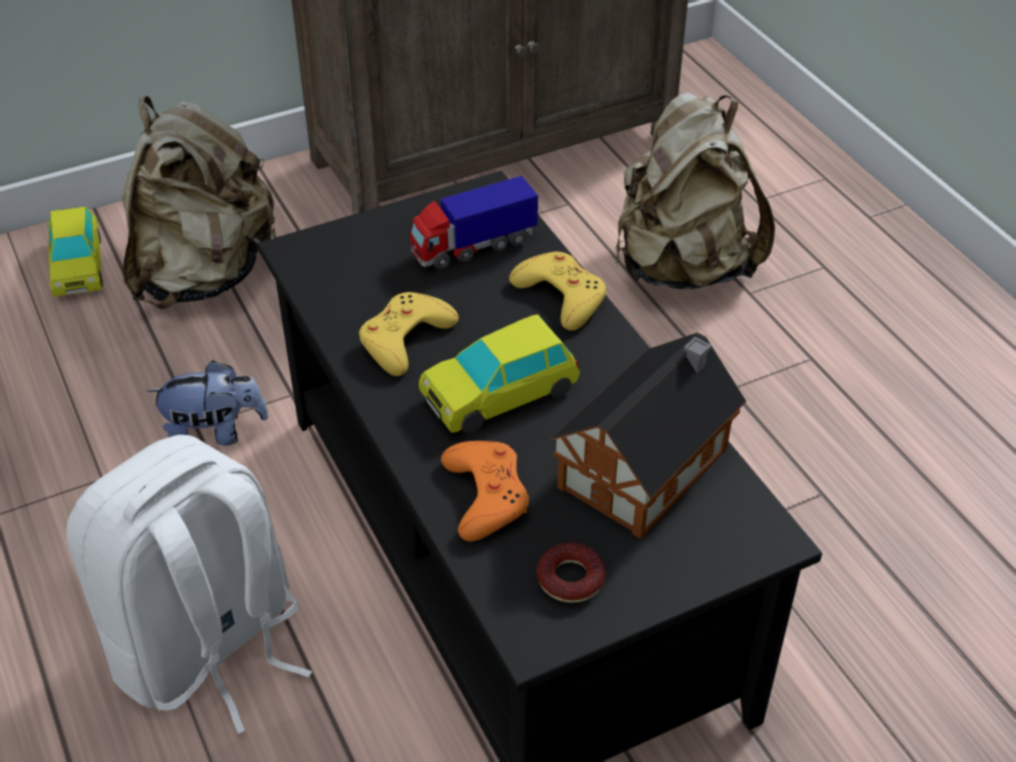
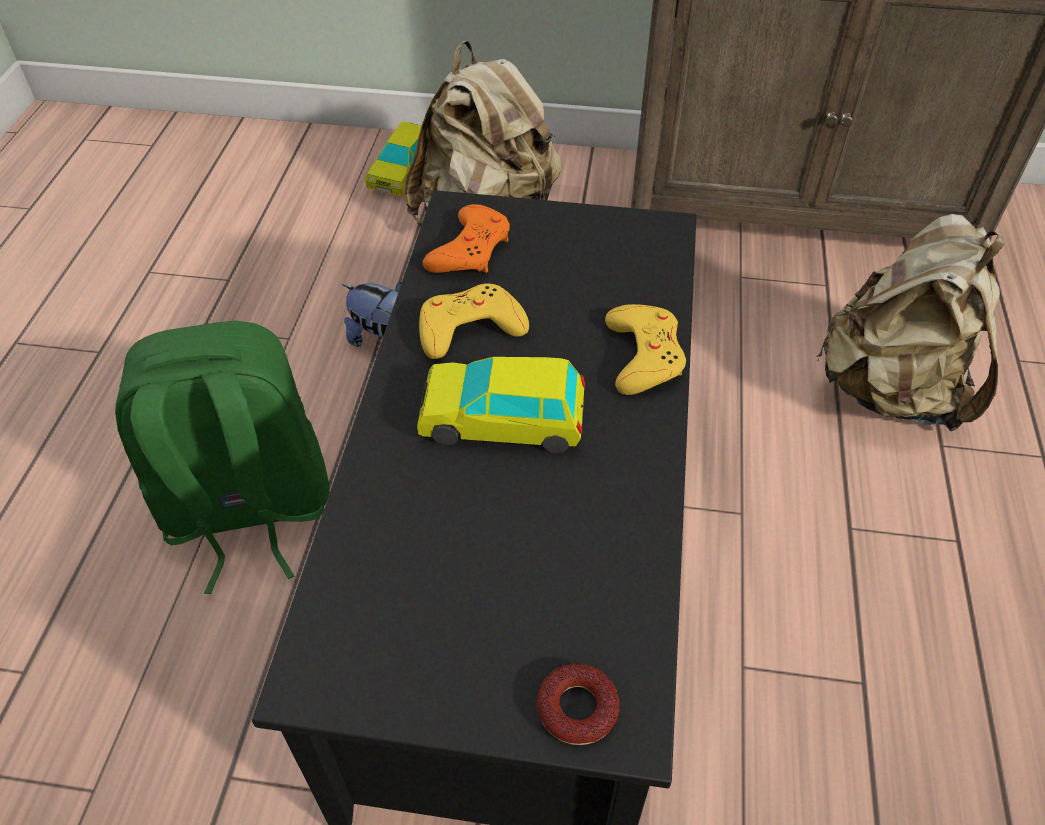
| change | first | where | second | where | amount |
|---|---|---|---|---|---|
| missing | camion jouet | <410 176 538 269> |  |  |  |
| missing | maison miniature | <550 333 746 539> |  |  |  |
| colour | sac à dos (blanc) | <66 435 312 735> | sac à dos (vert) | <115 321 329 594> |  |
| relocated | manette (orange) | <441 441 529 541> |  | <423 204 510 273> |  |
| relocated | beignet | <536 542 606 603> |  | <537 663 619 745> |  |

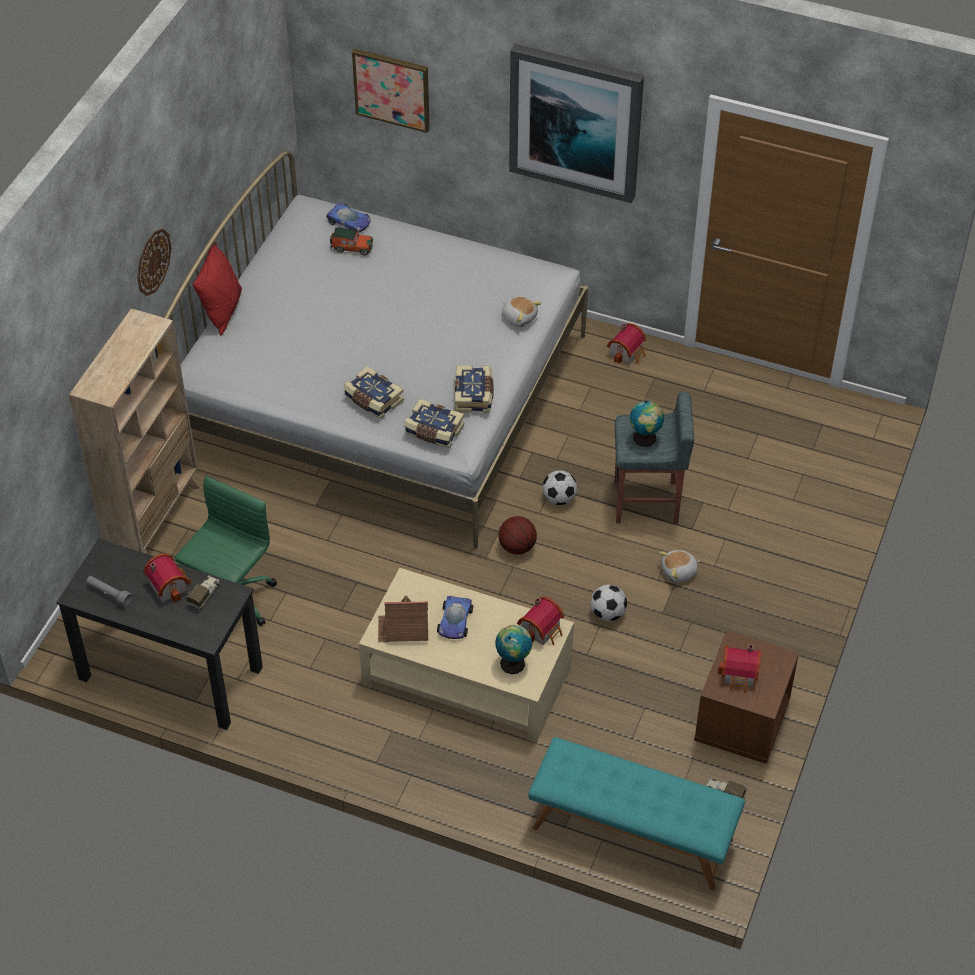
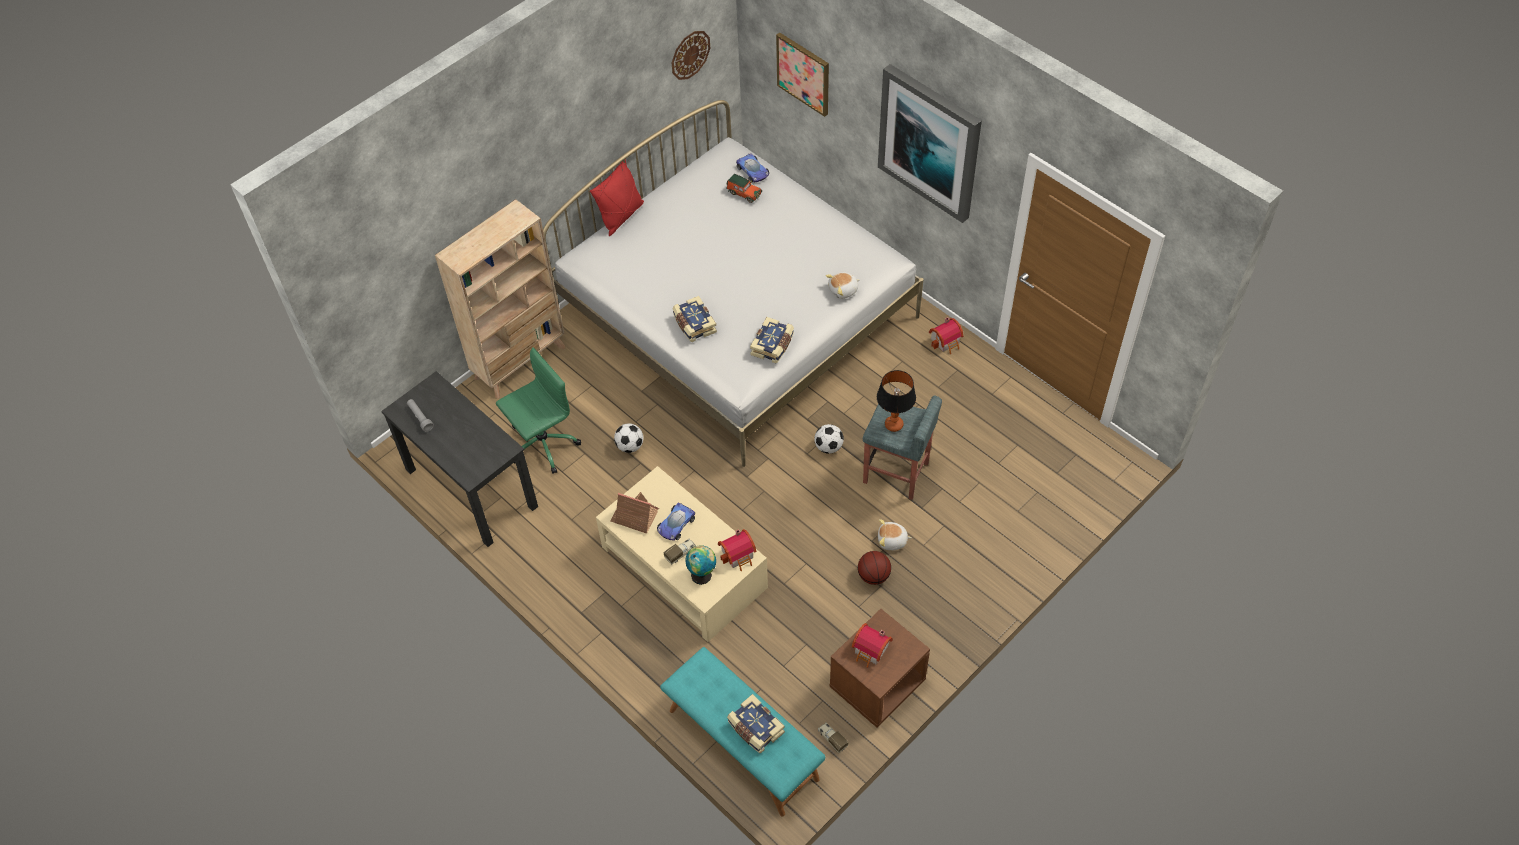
| change | first | where | second | where | amount |
|---|---|---|---|---|---|
| relocated | horloge murale | <137 229 171 296> |  | <672 31 710 80> |  |
| spun | peluche | <502 296 542 327> |  | <826 272 860 299> | 90 degrees clockwise |
| relocated | livre | <404 399 464 448> |  | <727 694 785 753> |  |
| exchanged | globe | <630 400 664 447> | lampe de table | <877 370 916 432> |  |
| relocated | ballon de basket | <498 516 537 555> |  | <858 551 891 585> |  |
| missing | maison miniature | <144 553 192 603> |  |  |  |
| relocated | camion jouet | <186 575 220 609> |  | <664 538 695 564> |  |
| relocated | ballon de foot | <590 585 627 621> |  | <614 423 644 453> |  |

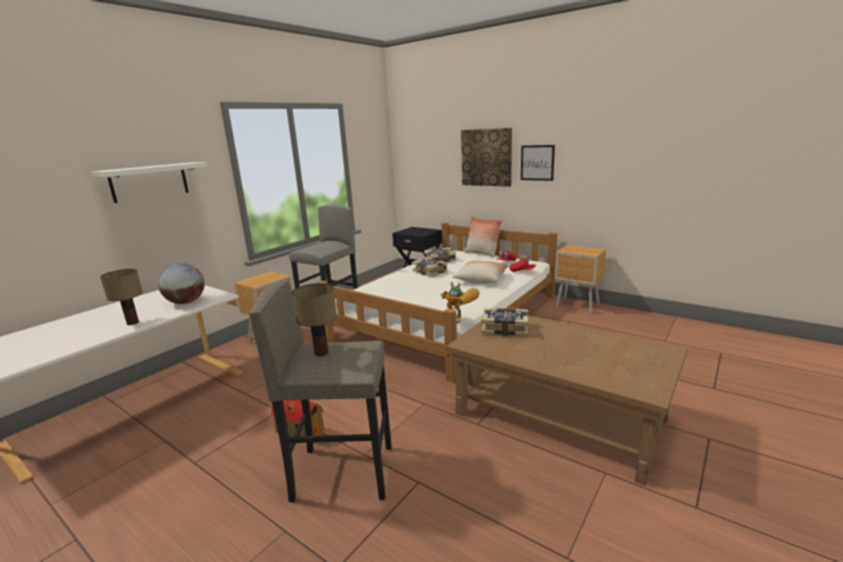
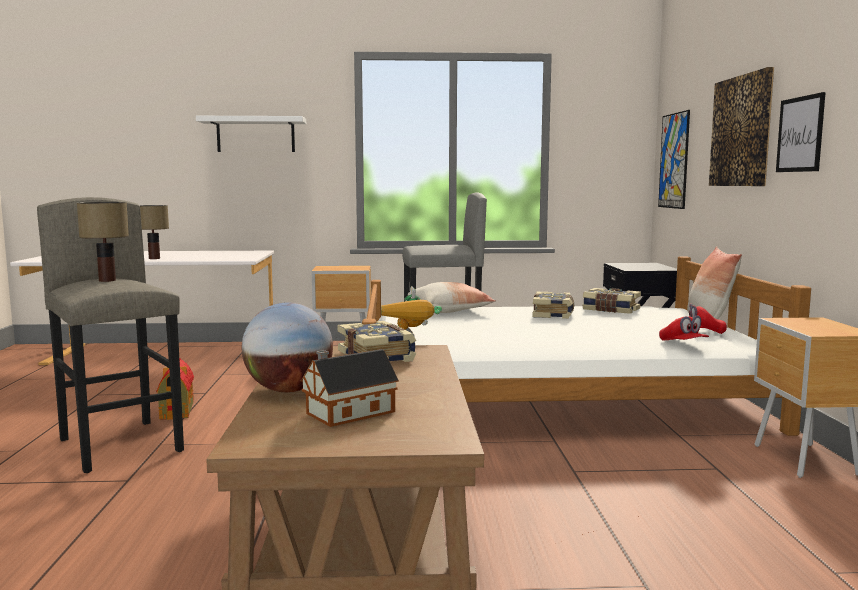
| change | first | where | second | where | amount |
|---|---|---|---|---|---|
| relocated | coussin | <452 261 509 284> |  | <408 282 496 313> |  |
| relocated | globe | <158 263 205 304> |  | <242 302 333 392> |  |
| appeared |  |  | tableau | <658 110 690 209> |  |
| appeared |  |  | maison miniature | <300 349 399 427> |  |

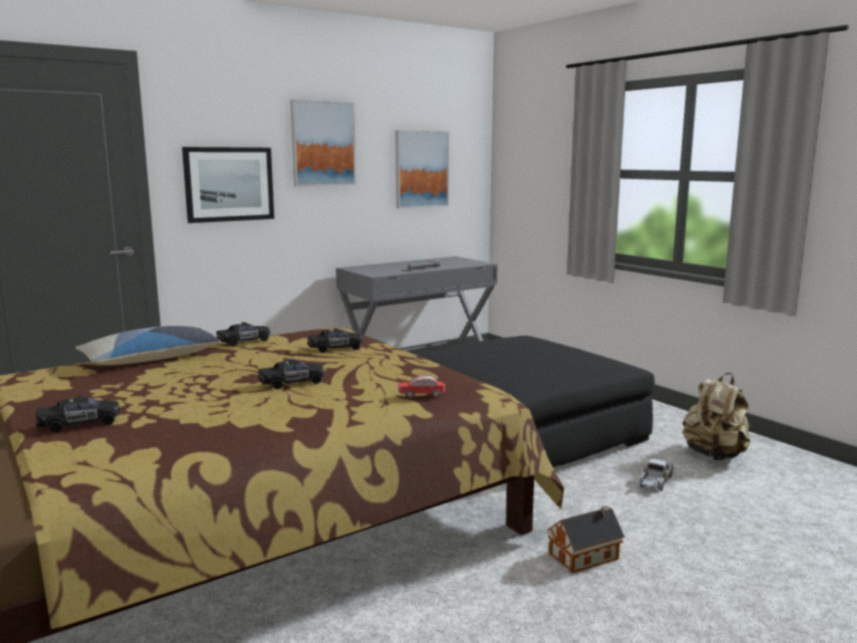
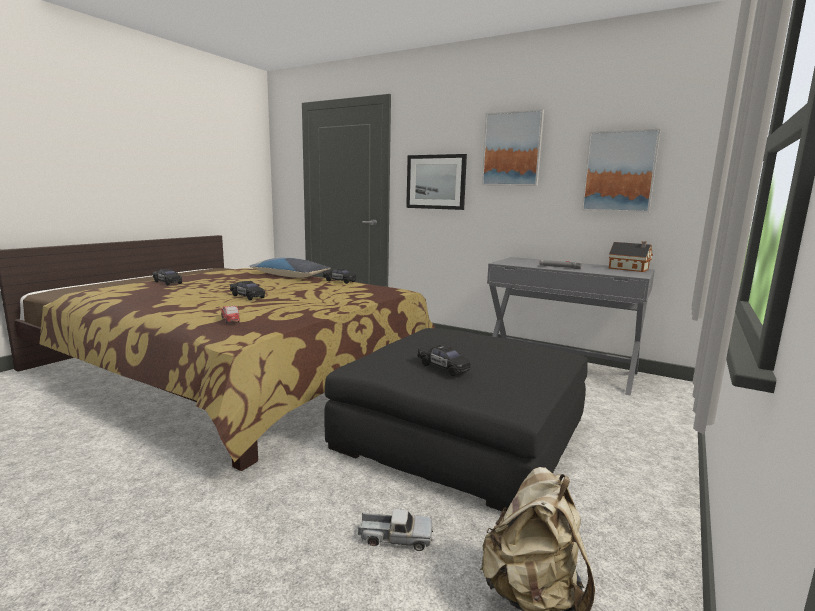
| change | first | where | second | where | amount |
|---|---|---|---|---|---|
| relocated | petite voiture (noir) | <307 328 363 353> |  | <417 345 471 376> |  |
| relocated | maison miniature | <547 506 625 573> |  | <609 241 653 272> |  |

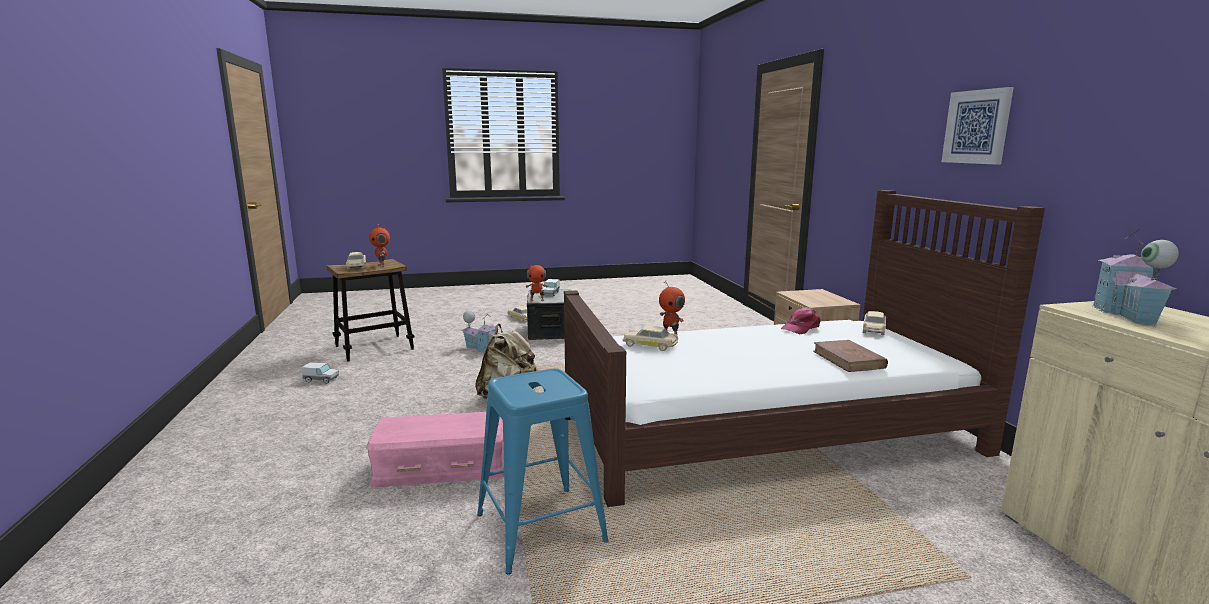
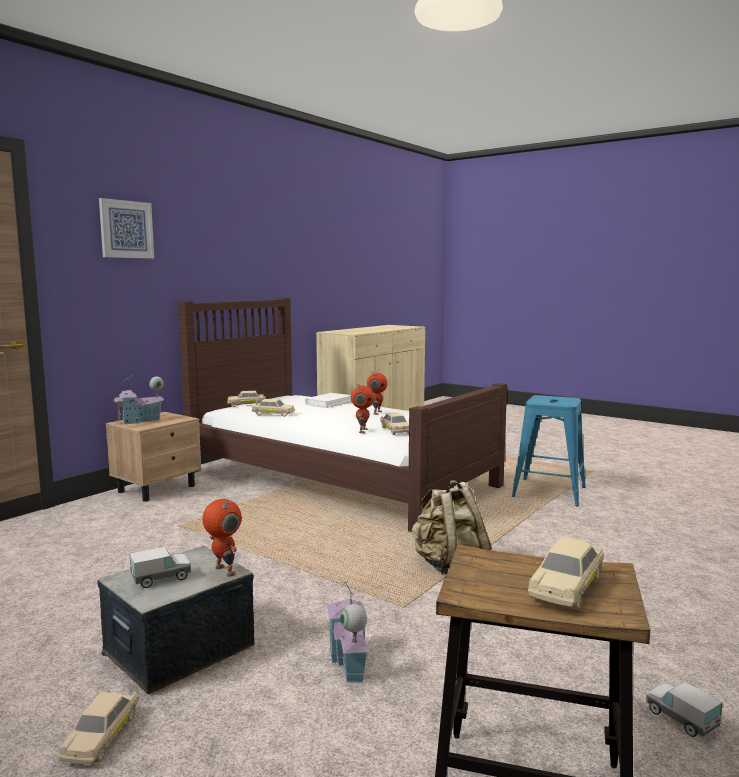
| change | first | where | second | where | amount |
|---|---|---|---|---|---|
| relocated | tableau | <941 87 1014 165> |  | <99 198 154 258> |  |
| relocated | robot jouet | <369 224 390 268> |  | <367 371 387 415> |  |
| relocated | maison miniature | <1093 229 1179 325> |  | <114 375 164 424> |  |
| exchanged | casquette (rose) | <781 307 821 335> | petite voiture (beige) | <252 399 295 417> |  |
| colour | livre (marron) | <813 340 888 372> | livre (blanc) | <305 393 352 408> |  |
| missing | boîte de rangement (rose) | <366 412 504 488> |  |  |  |

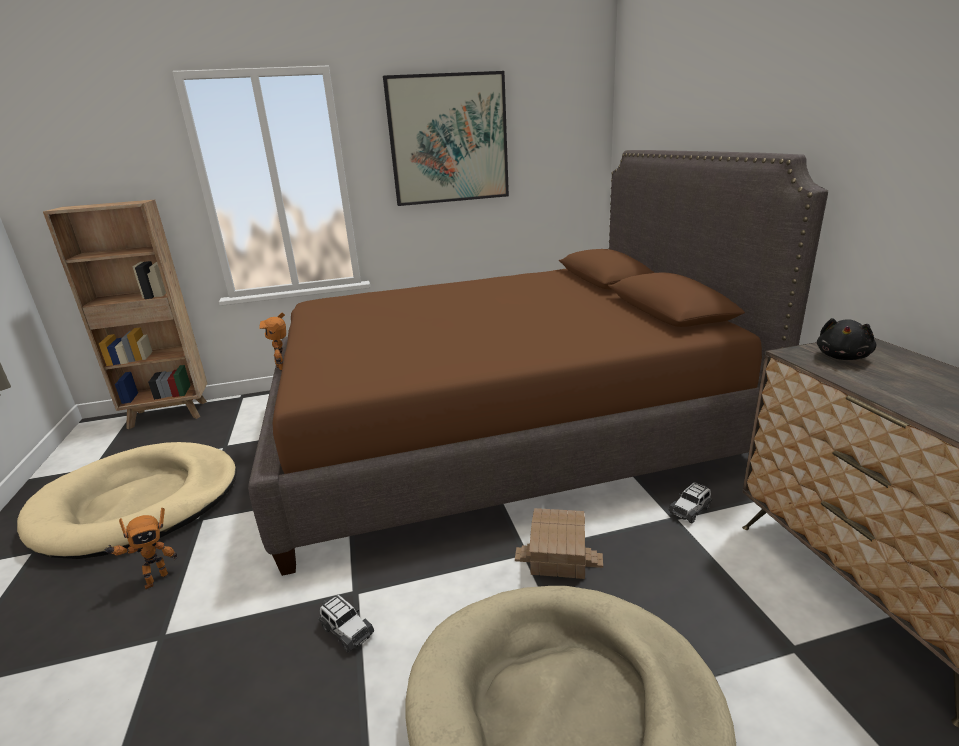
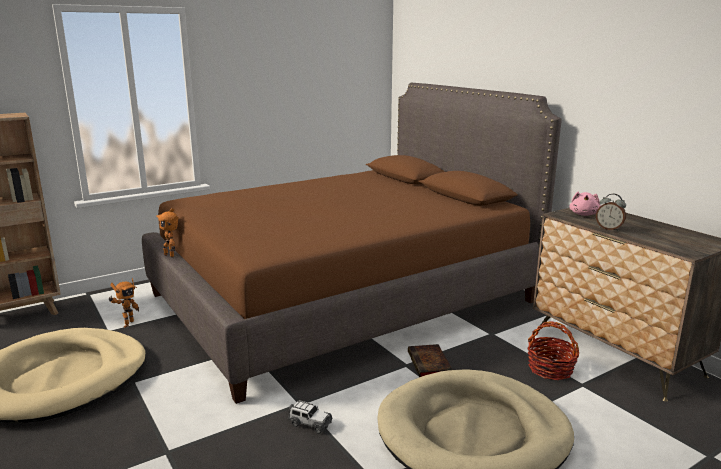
| change | first | where | second | where | amount |
|---|---|---|---|---|---|
| missing | tableau | <383 71 509 206> |  |  |  |
| colour | peluche (noir) | <817 318 876 360> | peluche (rose) | <569 192 600 216> |  |
| missing | petite voiture | <668 482 712 523> |  |  |  |
| relocated | robot jouet | <103 508 177 589> |  | <108 278 139 328> |  |
| exchanged | maison miniature | <515 508 603 579> | livre | <408 344 453 377> |  |
| appeared |  |  | réveil | <596 194 626 231> |  |
| appeared |  |  | panier | <527 321 579 380> |  |

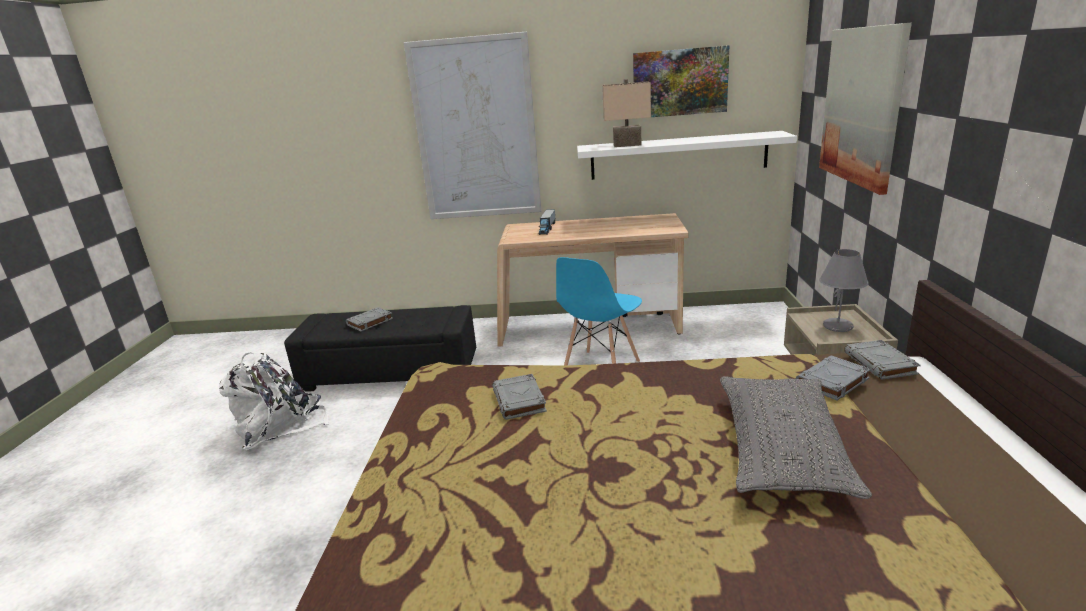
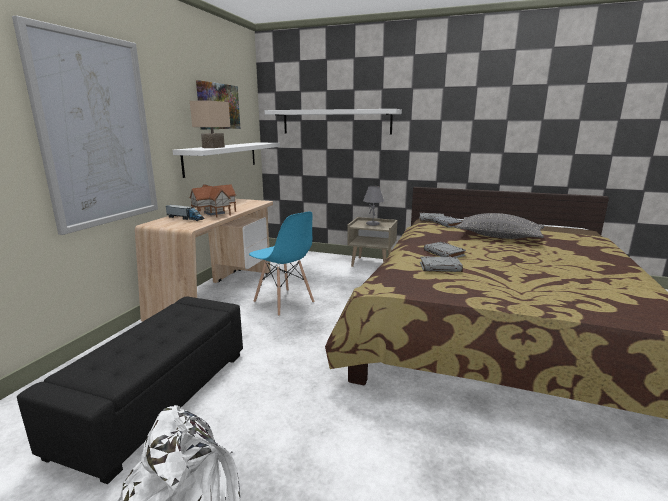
| change | first | where | second | where | amount |
|---|---|---|---|---|---|
| exchanged | tableau | <819 23 912 195> | étagère (blanc) | <265 109 402 134> |  |
| relocated | livre (gris) | <346 307 393 331> |  | <424 242 466 258> |  |
| appeared |  |  | maison miniature | <189 184 236 218> |  |

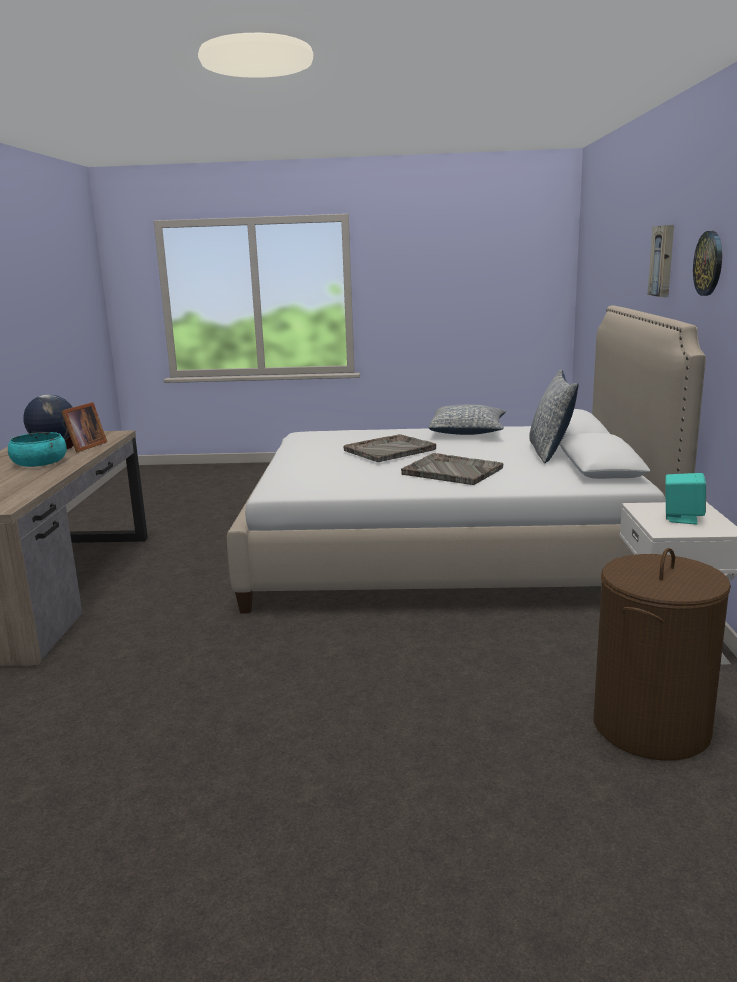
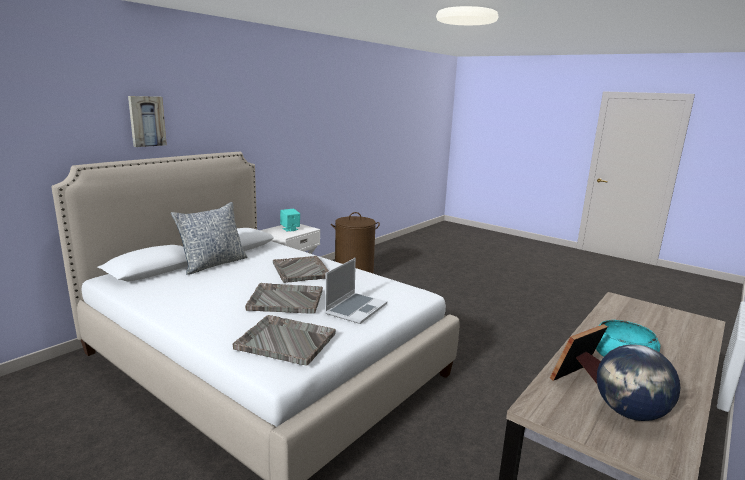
| change | first | where | second | where | amount |
|---|---|---|---|---|---|
| missing | horloge murale | <693 231 722 296> |  |  |  |
| missing | coussin | <428 404 506 435> |  |  |  |
| appeared |  |  | ordinateur portable | <325 258 387 324> |  |
| appeared |  |  | plateau (gris) | <232 315 336 366> |  |

